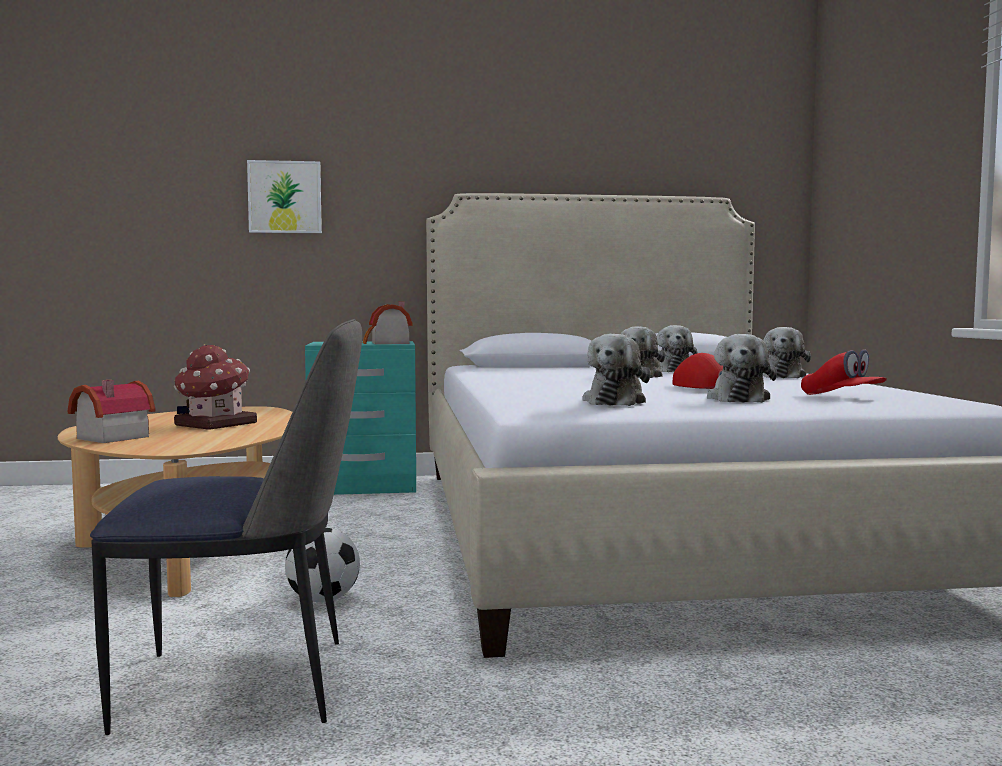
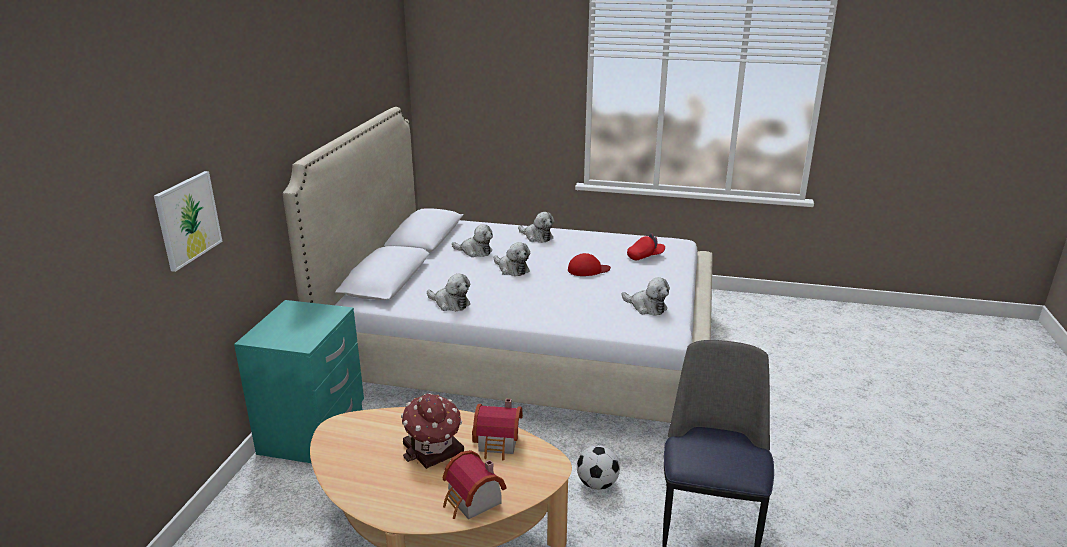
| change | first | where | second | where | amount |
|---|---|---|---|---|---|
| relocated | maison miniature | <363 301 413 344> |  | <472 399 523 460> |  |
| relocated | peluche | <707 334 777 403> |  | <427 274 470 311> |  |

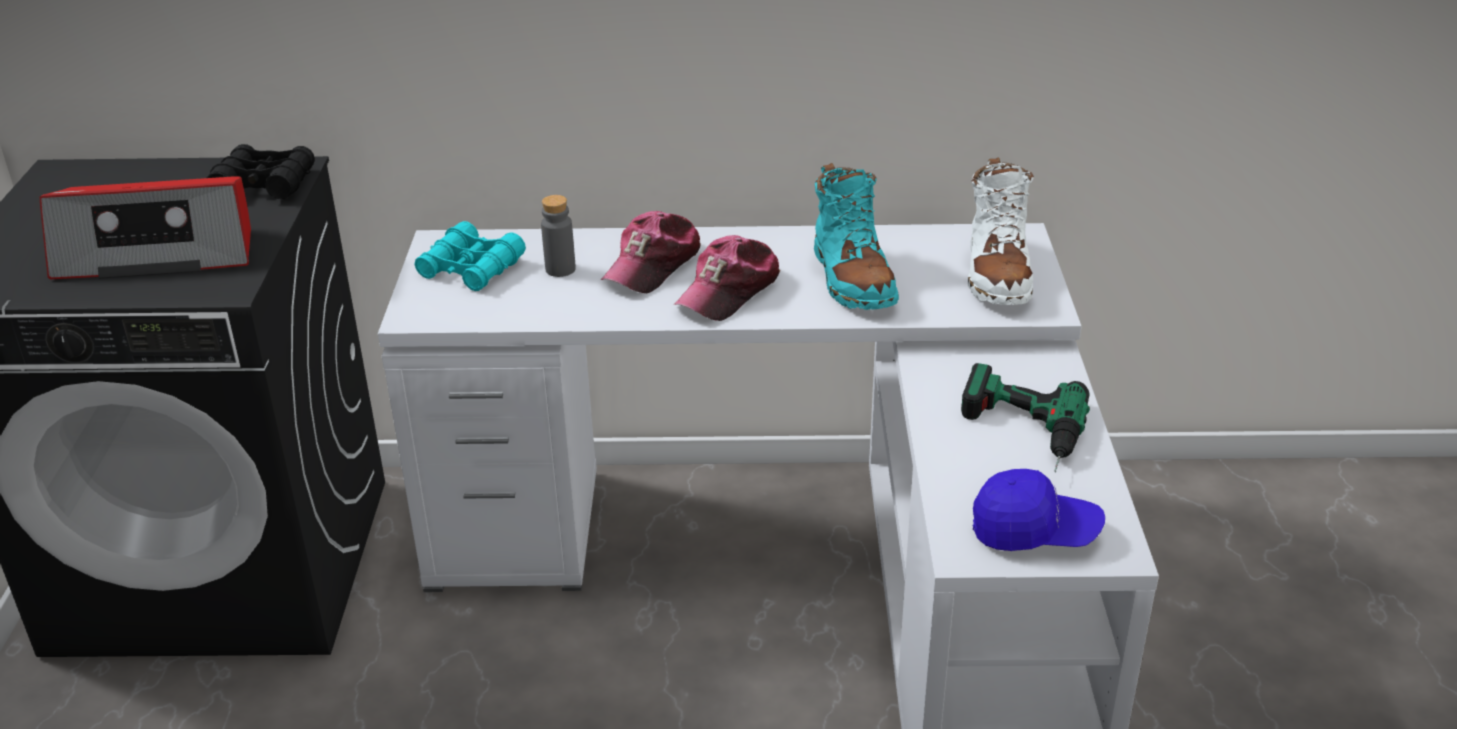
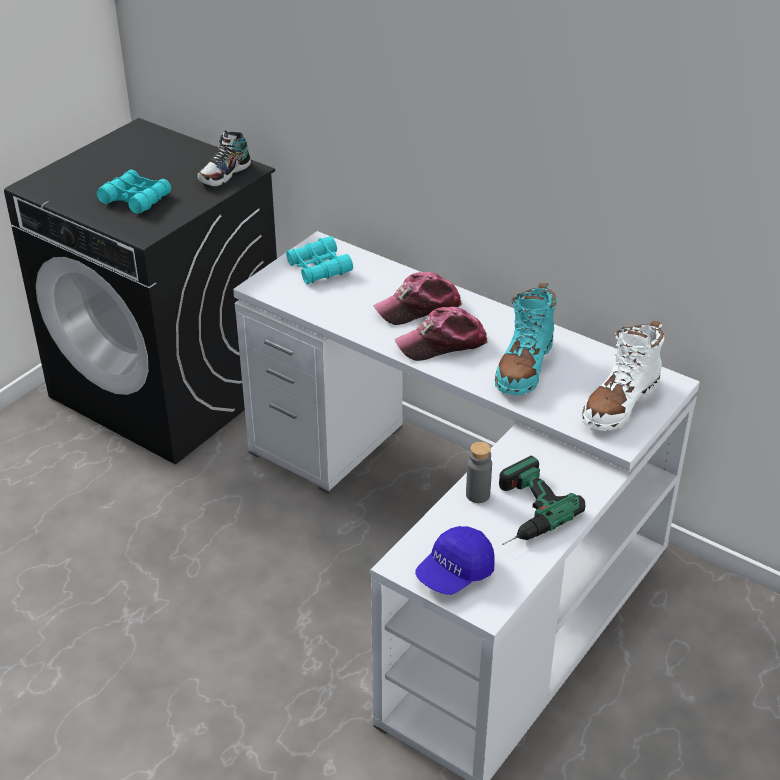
| change | first | where | second | where | amount |
|---|---|---|---|---|---|
| exchanged | jumelles (noir) | <207 144 315 199> | chaussure | <197 131 251 187> |  |
| exchanged | radio | <40 176 251 279> | jumelles (turquoise) | <97 170 171 214> |  |
| relocated | bouteille (gris) | <541 195 576 277> |  | <466 442 492 503> |  |
| spun | casquette (bleu) | <972 469 1105 551> |  | <415 526 494 595> | 90 degrees clockwise |

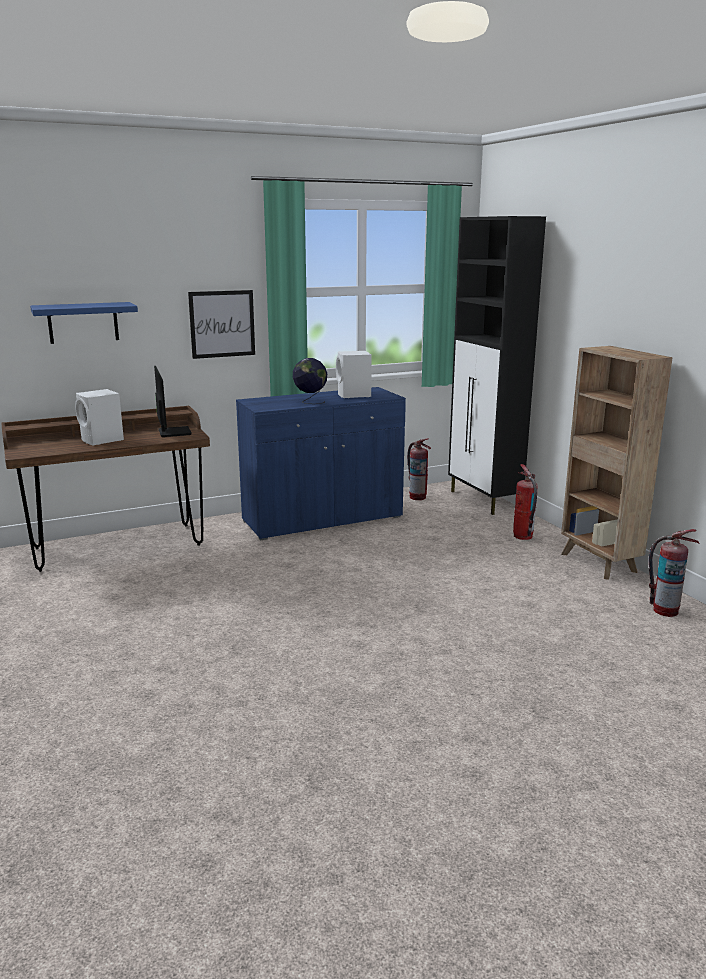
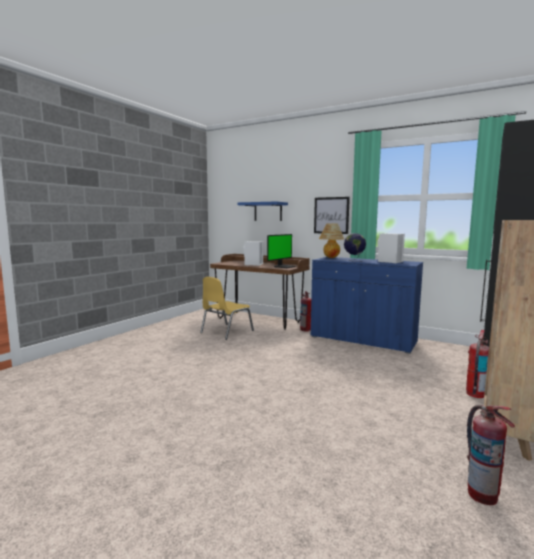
| change | first | where | second | where | amount |
|---|---|---|---|---|---|
| relocated | extincteur | <407 439 431 500> |  | <300 291 311 332> |  |
| appeared |  |  | lampe de table | <319 223 344 258> |  |
| appeared |  |  | chaise (jaune) | <200 277 254 340> |  |

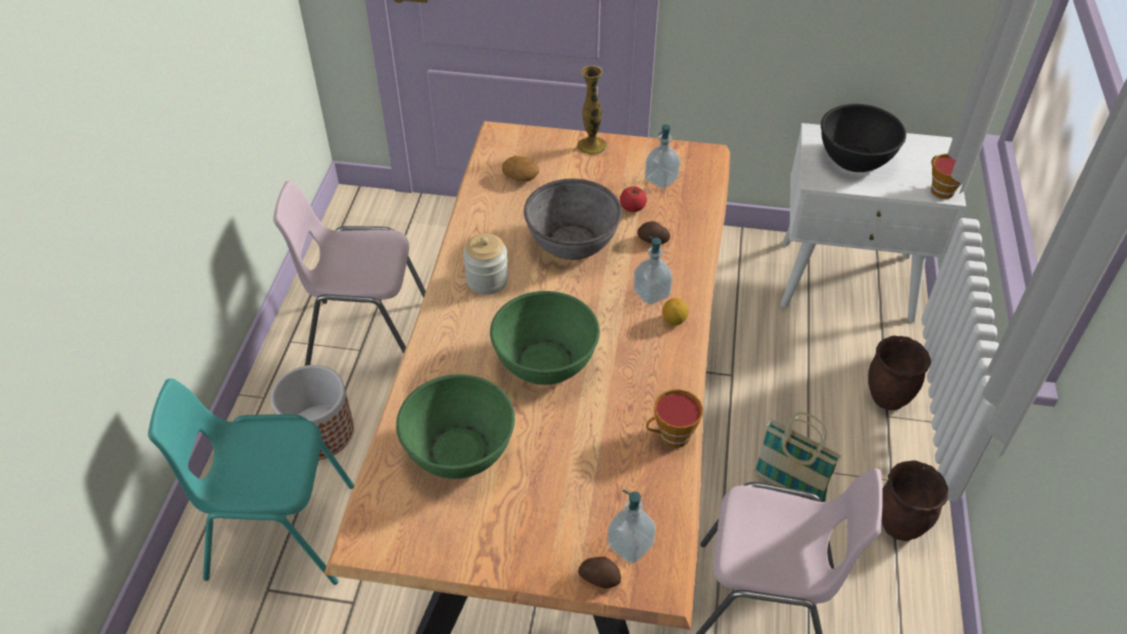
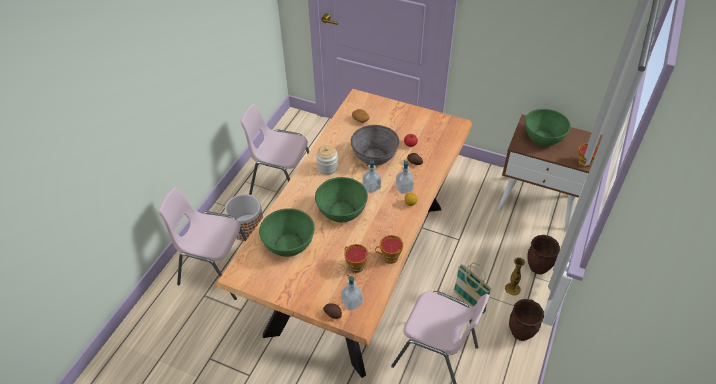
| change | first | where | second | where | amount |
|---|---|---|---|---|---|
| relocated | vase | <577 66 608 155> |  | <505 257 525 295> |  |
| colour | bol (noir) | <821 104 906 172> | bol (vert) | <525 109 571 146> |  |
| colour | table de chevet (blanc) | <780 123 966 322> | table de chevet (marron) | <497 115 603 231> |  |
| relocated | distributeur de savon | <645 124 681 189> |  | <362 160 381 193> |  |
| colour | chaise (turquoise) | <148 378 354 585> | chaise (rose) | <159 187 247 300> |  |
| appeared |  |  | tasse | <344 244 368 273> |  |

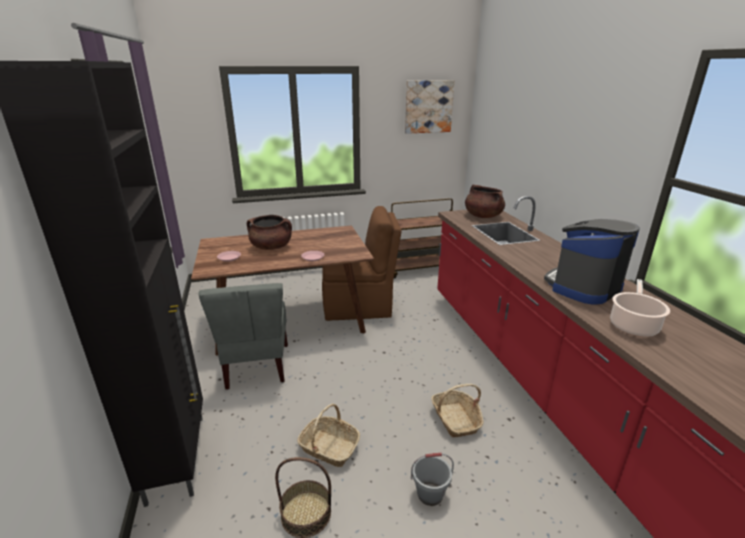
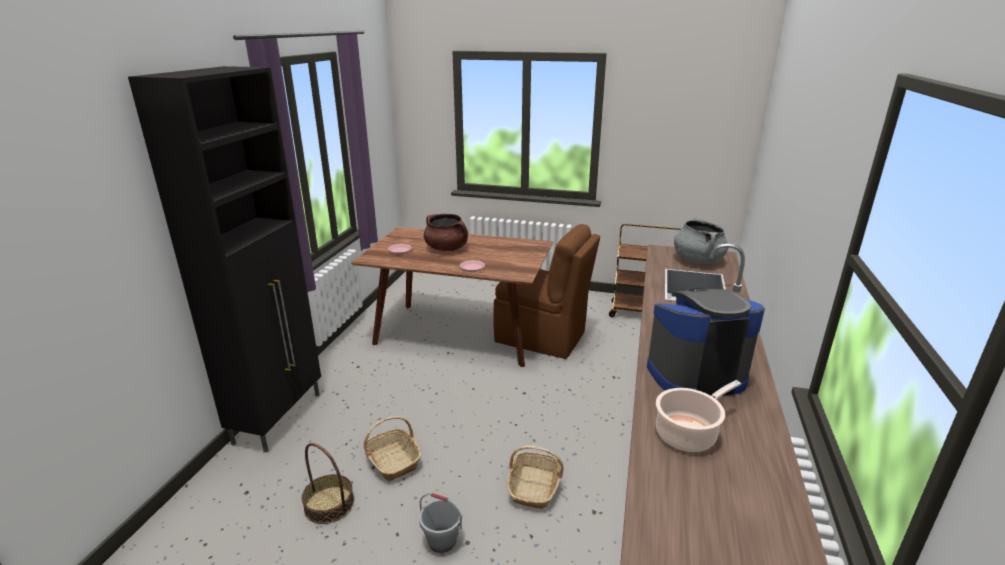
| change | first | where | second | where | amount |
|---|---|---|---|---|---|
| missing | tableau | <405 80 454 134> |  |  |  |
| colour | marmite (marron) | <465 184 505 218> | marmite (gris) | <674 217 728 264> |  |
| missing | chaise (gris) | <199 283 288 390> |  |  |  |

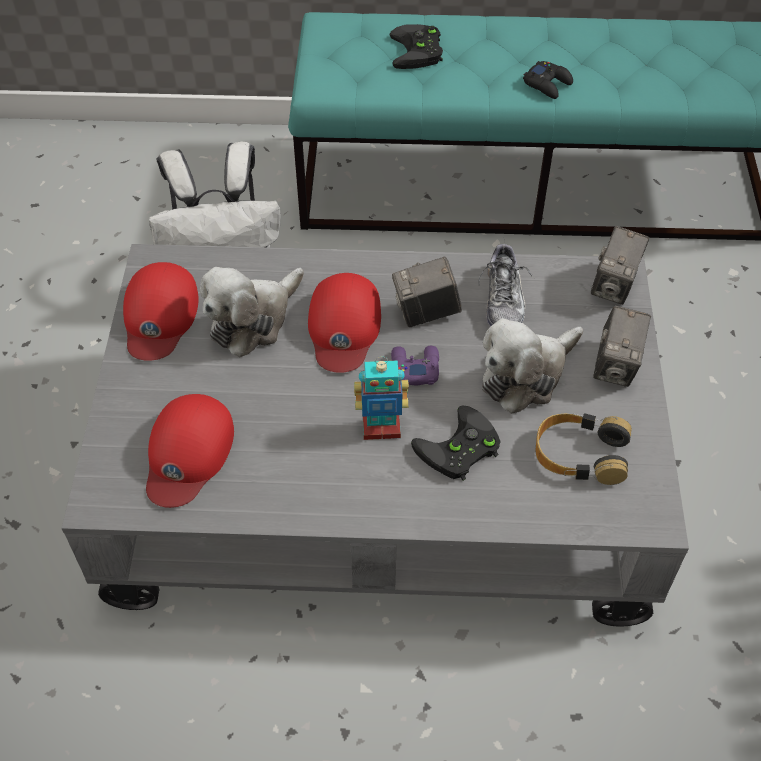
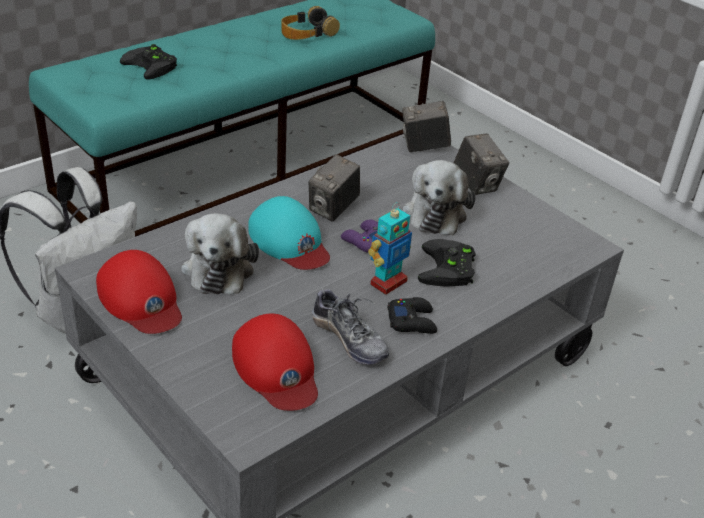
| change | first | where | second | where | amount |
|---|---|---|---|---|---|
| relocated | manette (noir) | <523 61 573 99> |  | <387 297 437 334> |  |
| spun | appareil photo | <591 226 649 305> |  | <402 101 451 152> | 105 degrees clockwise |
| relocated | chaussure | <479 244 534 326> |  | <312 286 389 365> |  |
| colour | casquette (rouge) | <308 273 381 373> | casquette (turquoise) | <248 196 330 270> |  |
| relocated | casque audio | <535 413 632 485> |  | <281 6 340 40> |  |

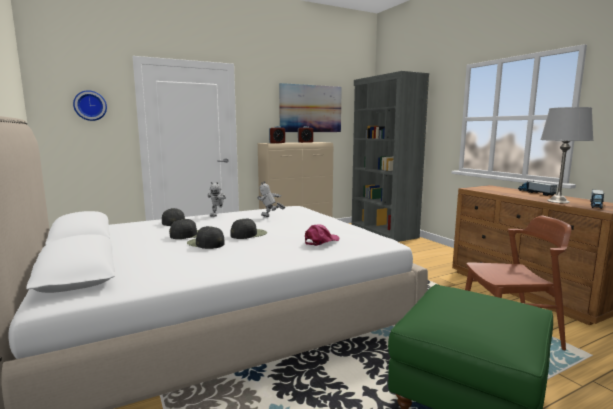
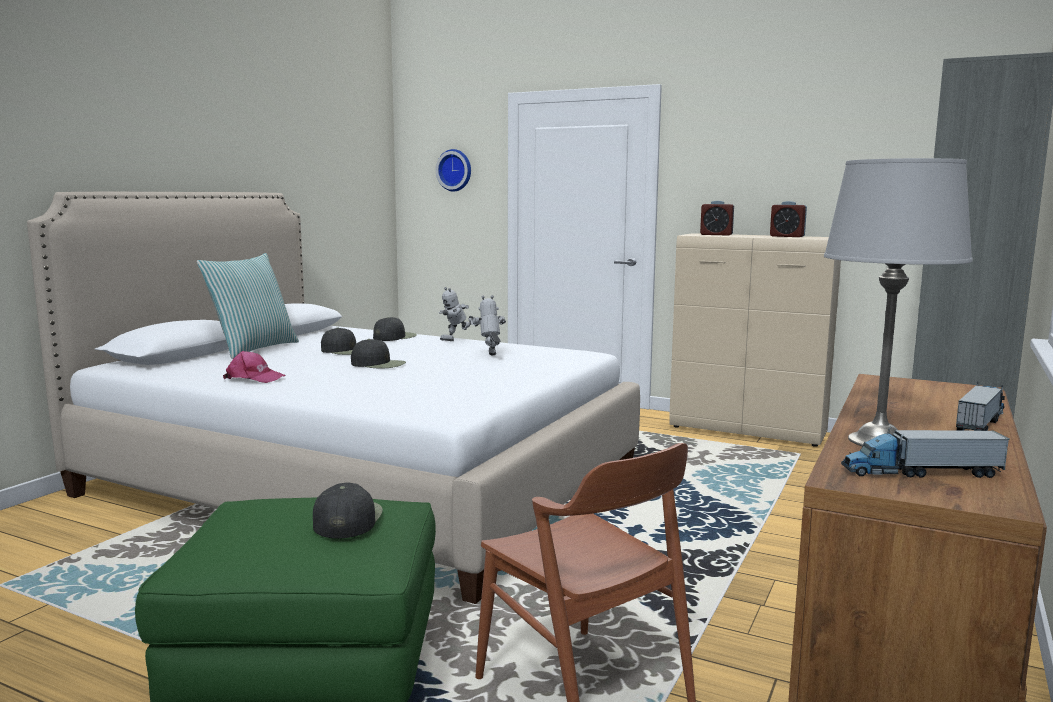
| change | first | where | second | where | amount |
|---|---|---|---|---|---|
| missing | tableau | <279 83 342 132> |  |  |  |
| relocated | casquette (rose) | <305 224 339 246> |  | <223 351 286 383> |  |
| relocated | casquette (noir) | <187 226 225 249> |  | <313 482 383 539> |  |
| appeared |  |  | coussin | <197 253 299 359> |  |

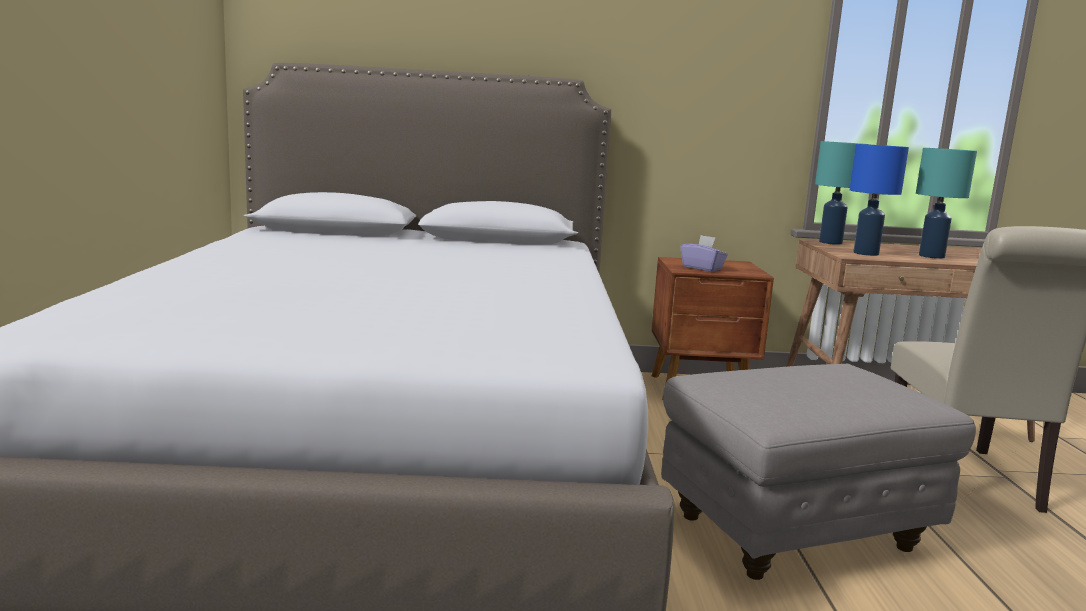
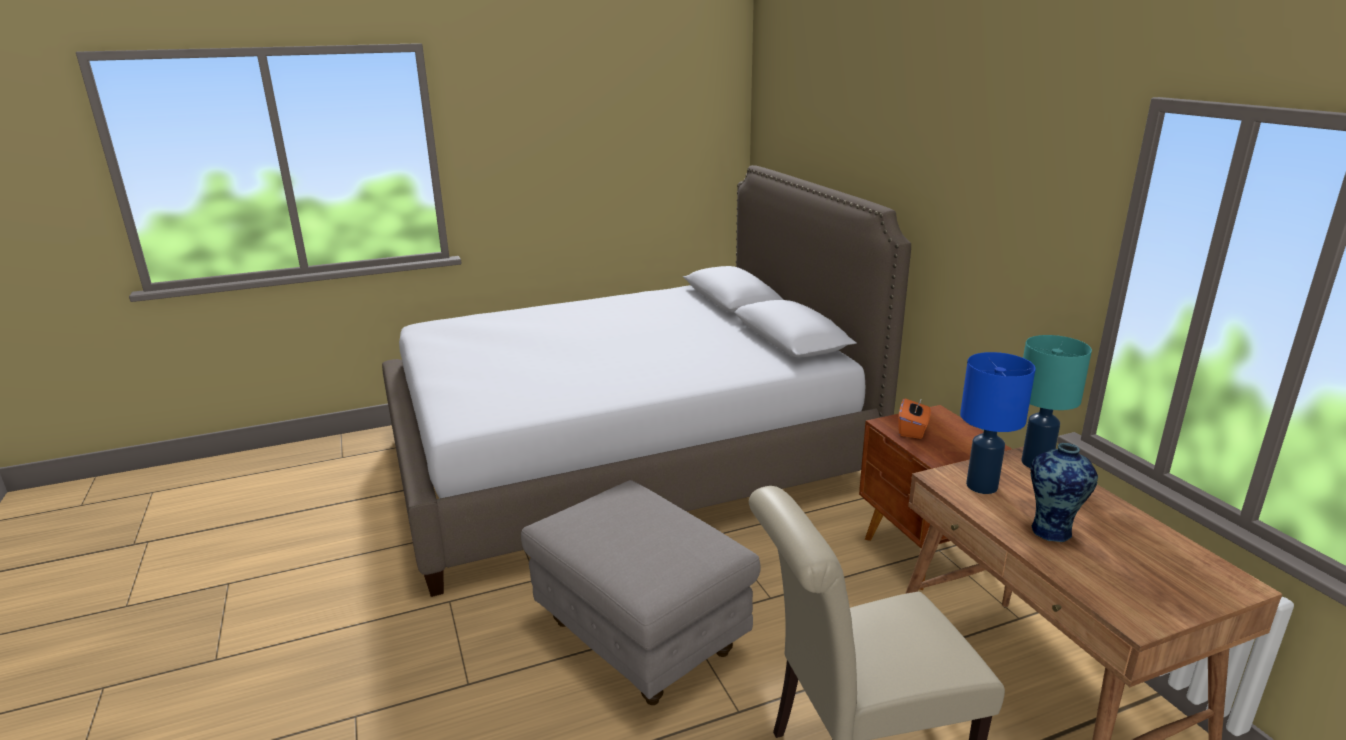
| change | first | where | second | where | amount |
|---|---|---|---|---|---|
| exchanged | lampe de table (turquoise) | <916 148 977 259> | vase | <1030 443 1098 542> |  |
| colour | boîte à mouchoirs (violet) | <680 235 728 272> | boîte à mouchoirs (orange) | <899 398 931 439> |  |

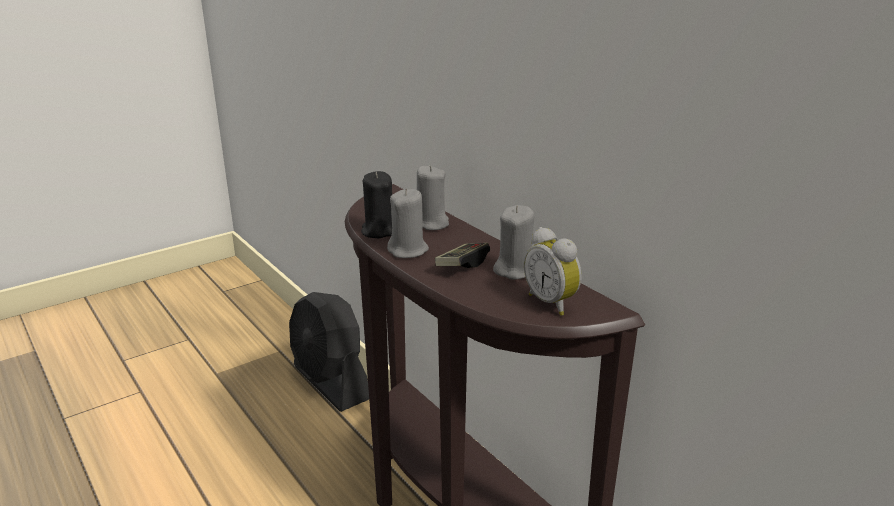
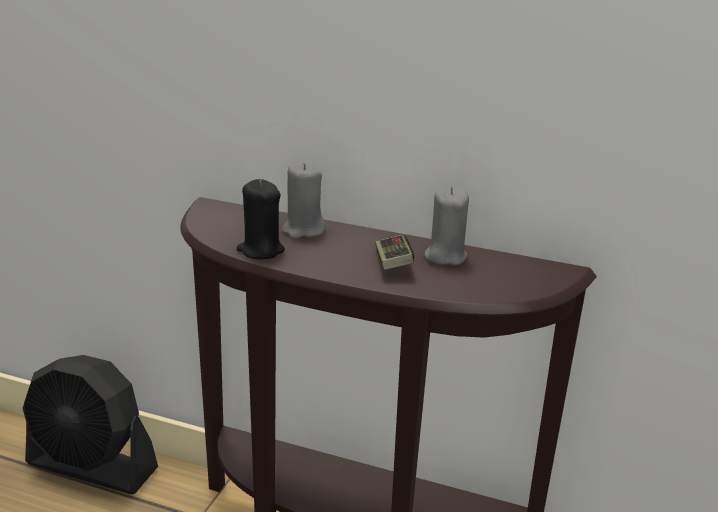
| change | first | where | second | where | amount |
|---|---|---|---|---|---|
| missing | bougie (gris) | <387 188 429 258> |  |  |  |
| missing | réveil | <524 227 582 316> |  |  |  |

